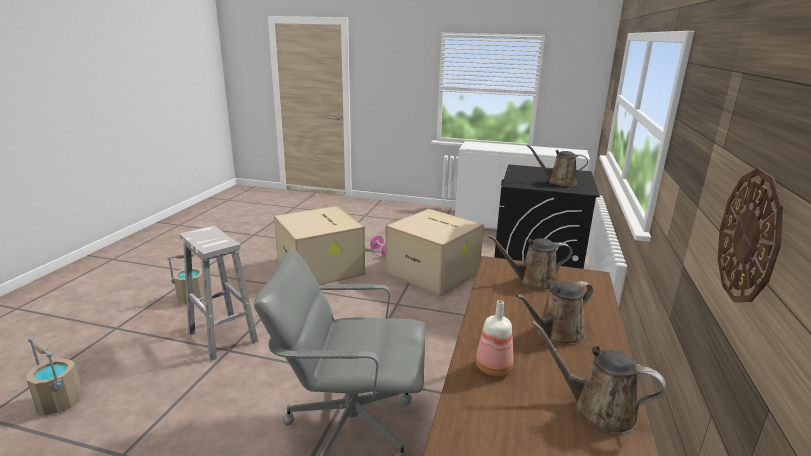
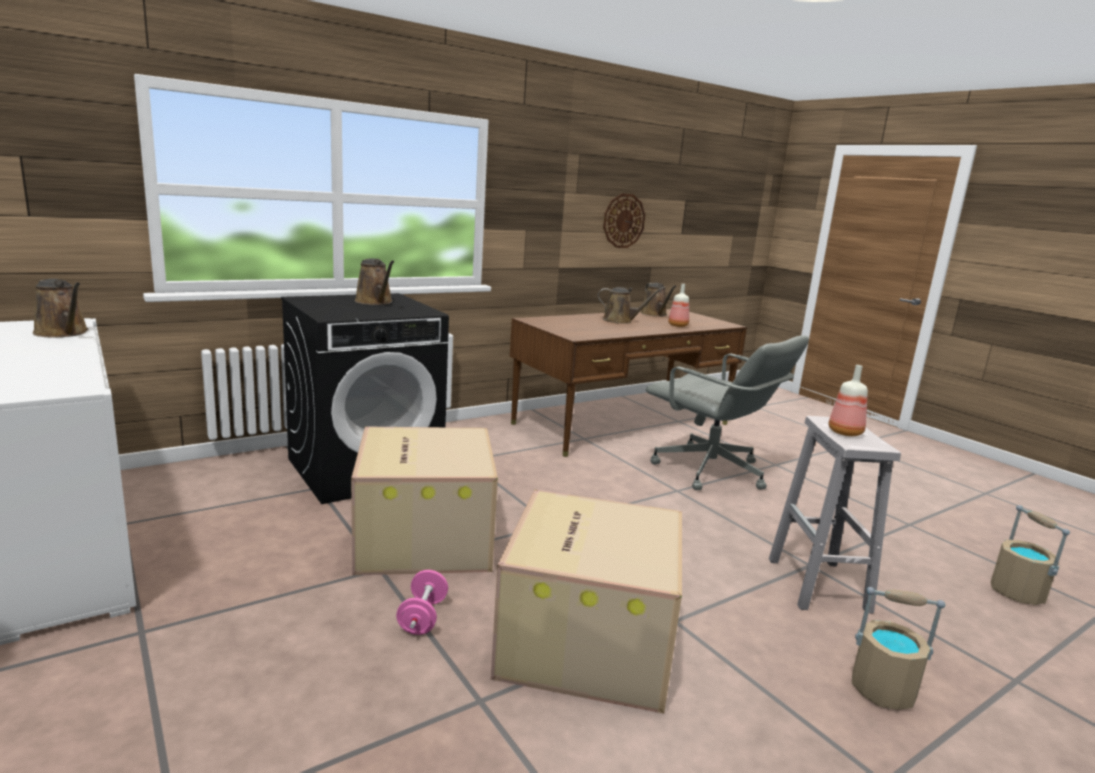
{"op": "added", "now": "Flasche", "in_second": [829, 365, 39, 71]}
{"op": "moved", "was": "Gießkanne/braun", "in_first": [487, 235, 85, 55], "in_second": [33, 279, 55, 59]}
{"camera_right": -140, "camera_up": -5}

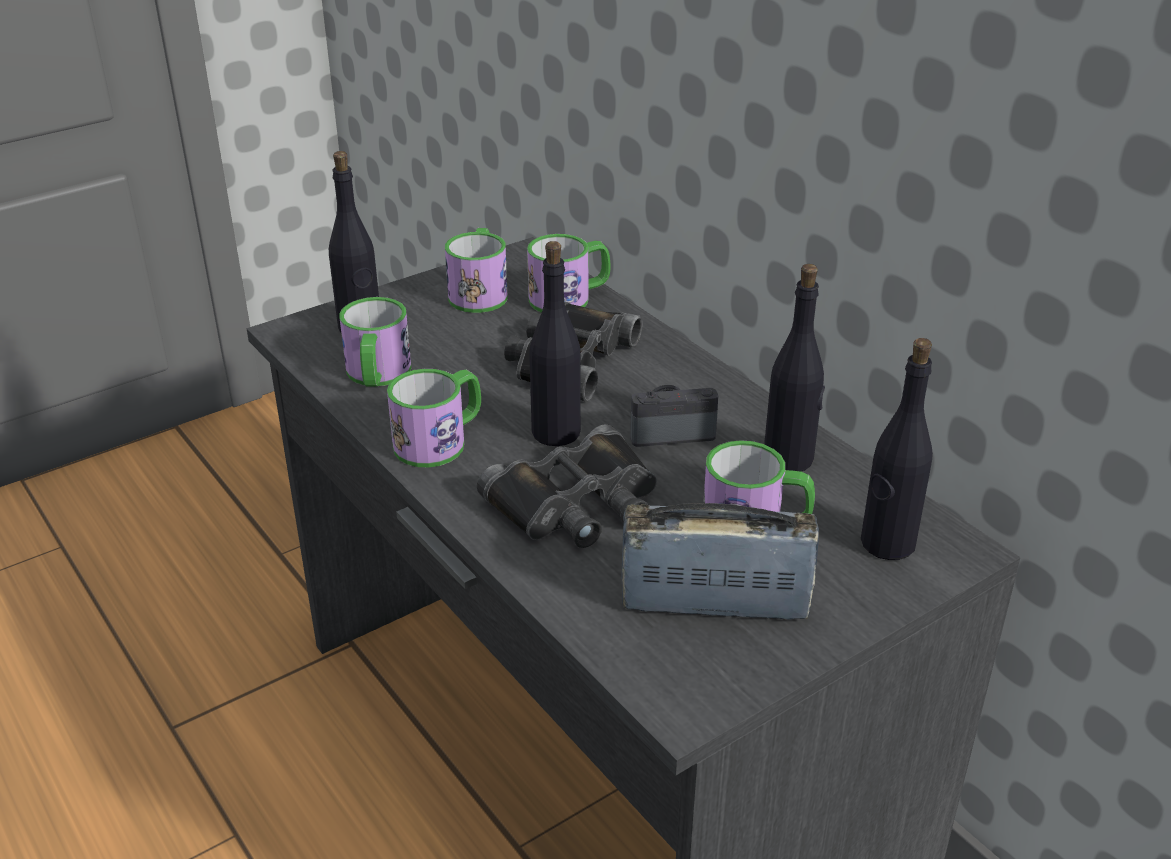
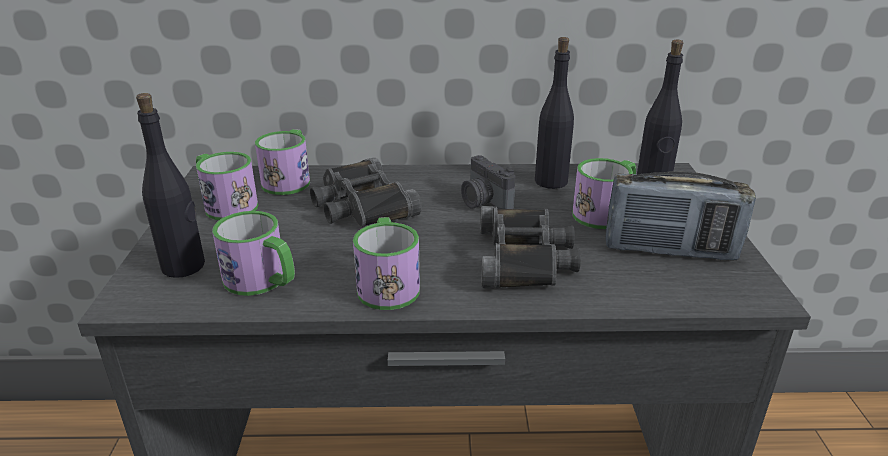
{"op": "removed", "was": "Flasche/schwarz", "in_first": [529, 241, 52, 205]}
{"op": "turned", "was": "Radio", "in_first": [622, 503, 197, 116], "in_second": [605, 171, 151, 90], "clockwise": -120}
{"op": "turned", "was": "Kamera", "in_first": [630, 385, 88, 62], "in_second": [461, 155, 54, 54], "clockwise": -60}
{"camera_right": -55, "camera_up": -5}

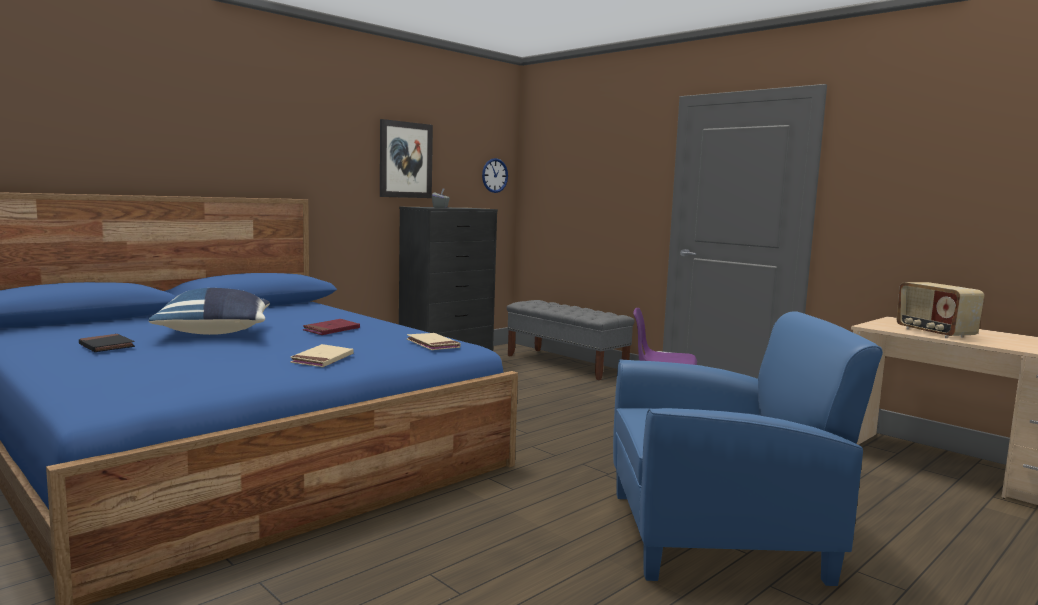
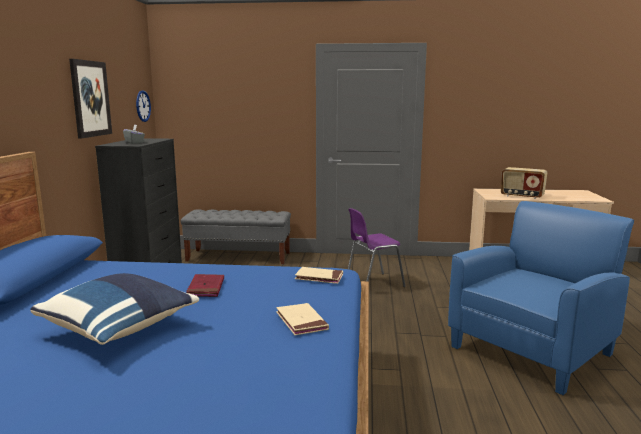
{"op": "removed", "was": "Buch/schwarz", "in_first": [79, 334, 56, 18]}
{"camera_right": -40, "camera_up": 5}

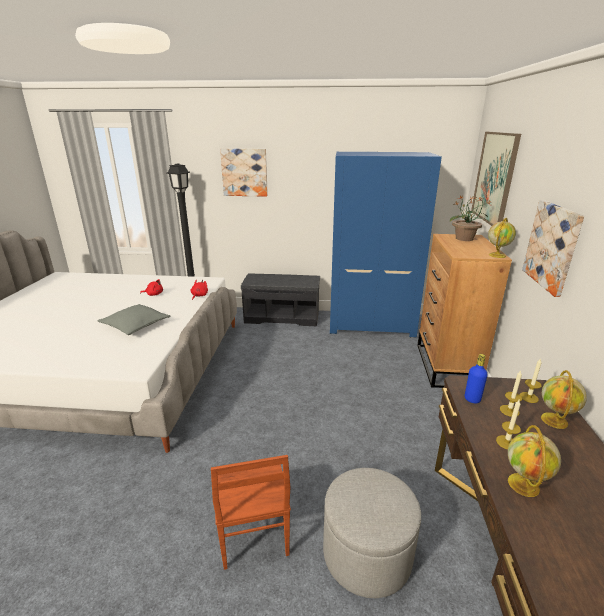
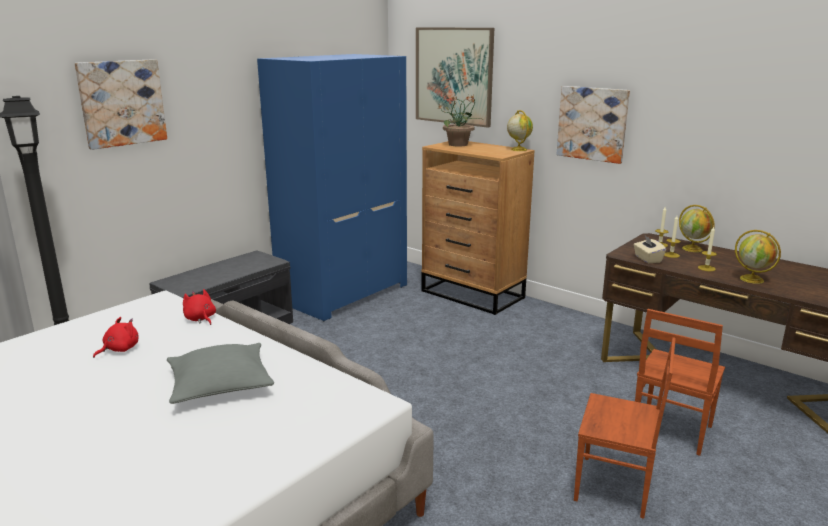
{"op": "replaced", "was": "Polsterhocker/grau", "now": "Stuhl/braun", "in_first": [323, 468, 98, 130], "in_second": [635, 309, 90, 147]}
{"op": "replaced", "was": "Flasche/blau", "now": "Taschentuchbox/beige", "in_first": [465, 354, 23, 50], "in_second": [634, 236, 32, 27]}
{"camera_right": -55, "camera_up": -5}

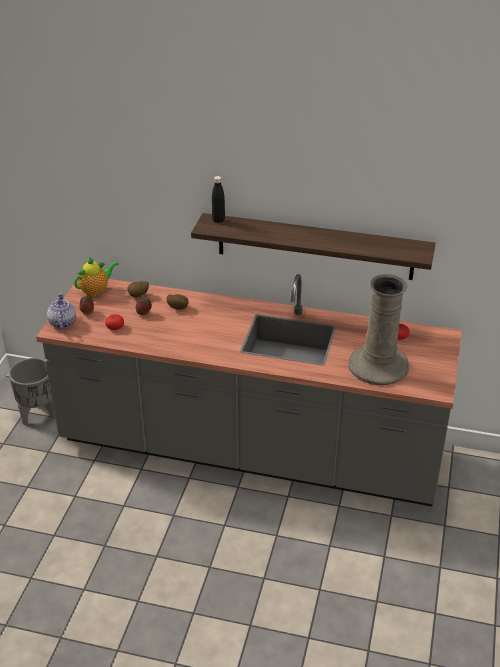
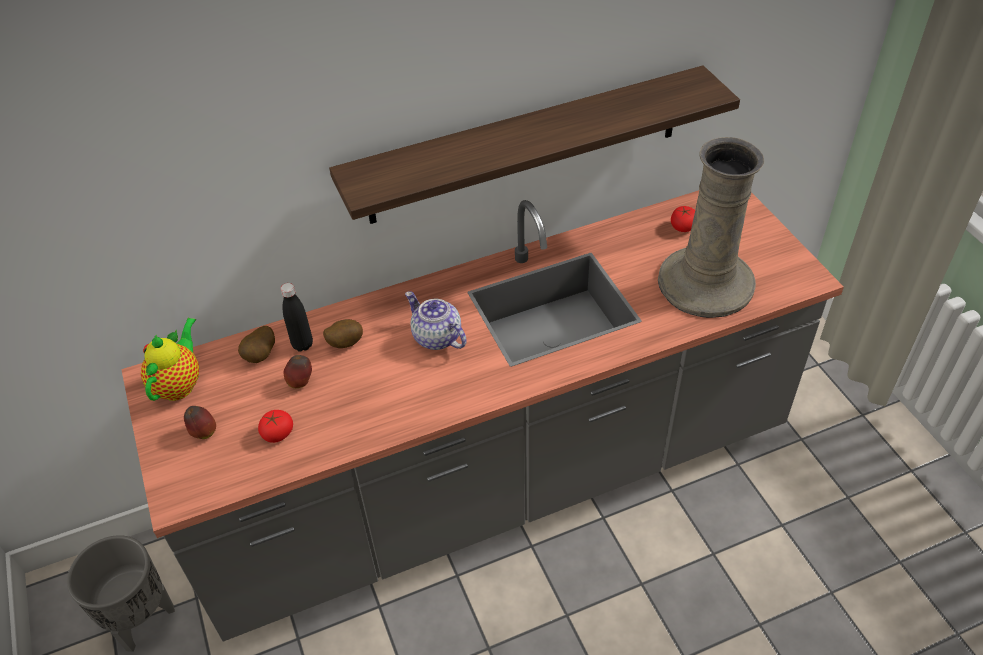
{"op": "moved", "was": "Teekanne", "in_first": [47, 293, 29, 37], "in_second": [405, 291, 62, 59]}
{"op": "moved", "was": "Flasche/schwarz", "in_first": [212, 176, 13, 47], "in_second": [281, 283, 32, 69]}
{"camera_right": -35, "camera_up": 10}

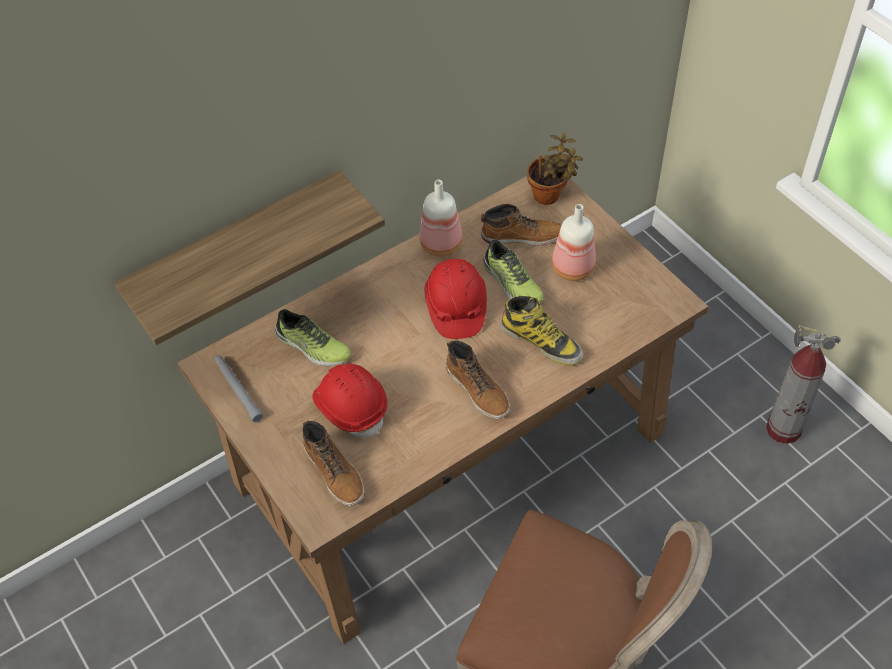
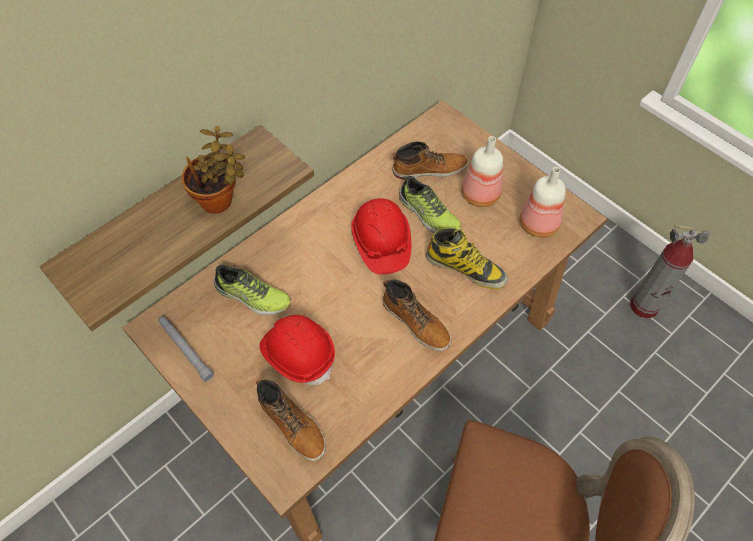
{"op": "moved", "was": "Flasche", "in_first": [420, 180, 43, 77], "in_second": [520, 167, 46, 70]}
{"op": "moved", "was": "Topfpflanze", "in_first": [527, 133, 56, 72], "in_second": [182, 126, 63, 88]}
{"camera_right": -10, "camera_up": 5}

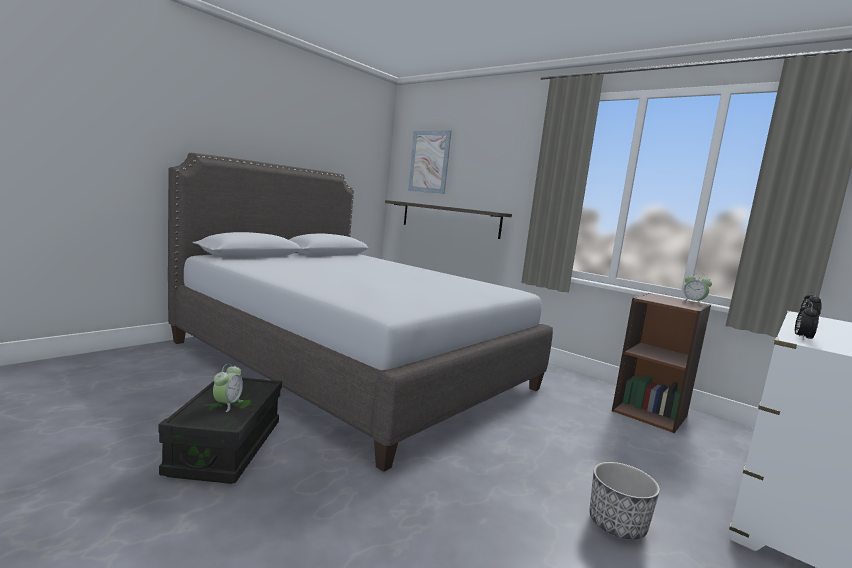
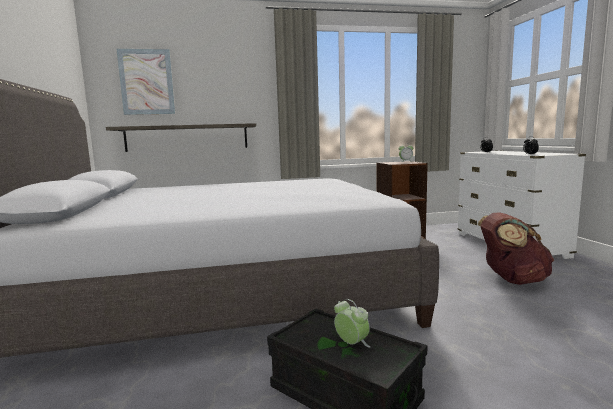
{"op": "replaced", "was": "Pflanzkübel", "now": "Rucksack/braun", "in_first": [589, 462, 71, 78], "in_second": [477, 212, 77, 73]}
{"camera_right": -50, "camera_up": 0}

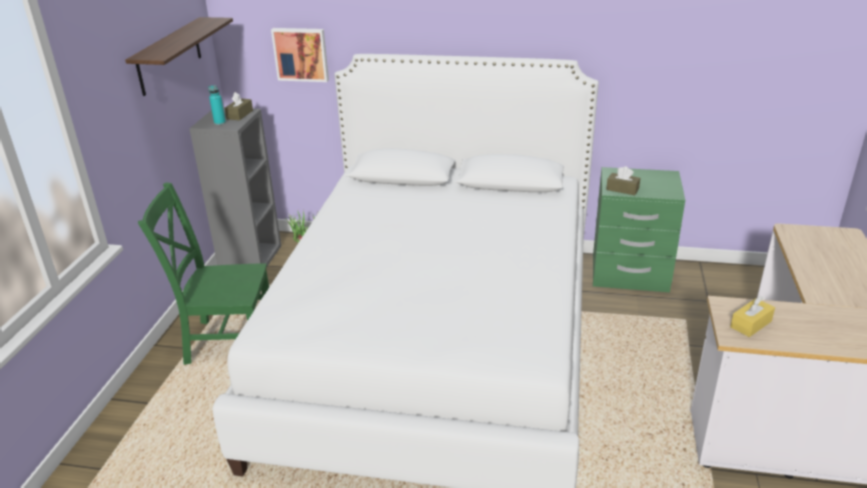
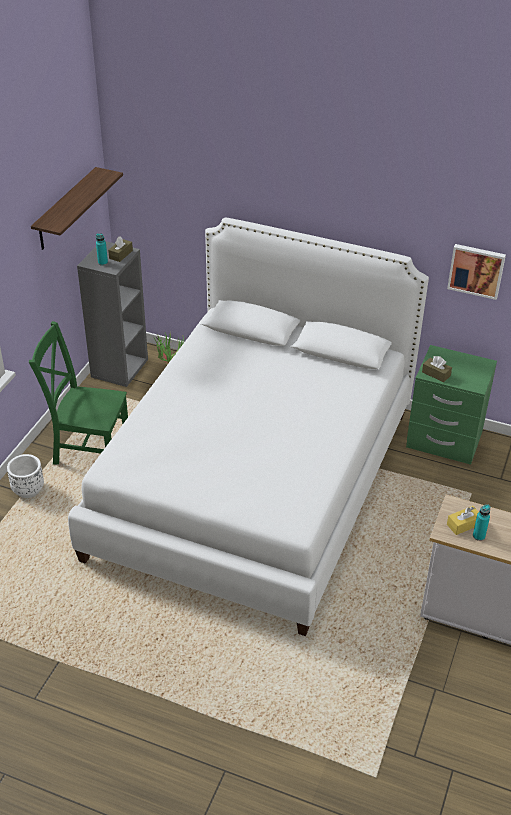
{"op": "added", "now": "Pflanzkübel/weiß", "in_second": [7, 454, 37, 44]}
{"op": "added", "now": "Flasche/türkis", "in_second": [473, 504, 17, 37]}
{"op": "moved", "was": "Bild", "in_first": [271, 28, 58, 54], "in_second": [447, 244, 59, 56]}
{"camera_right": 10, "camera_up": 10}

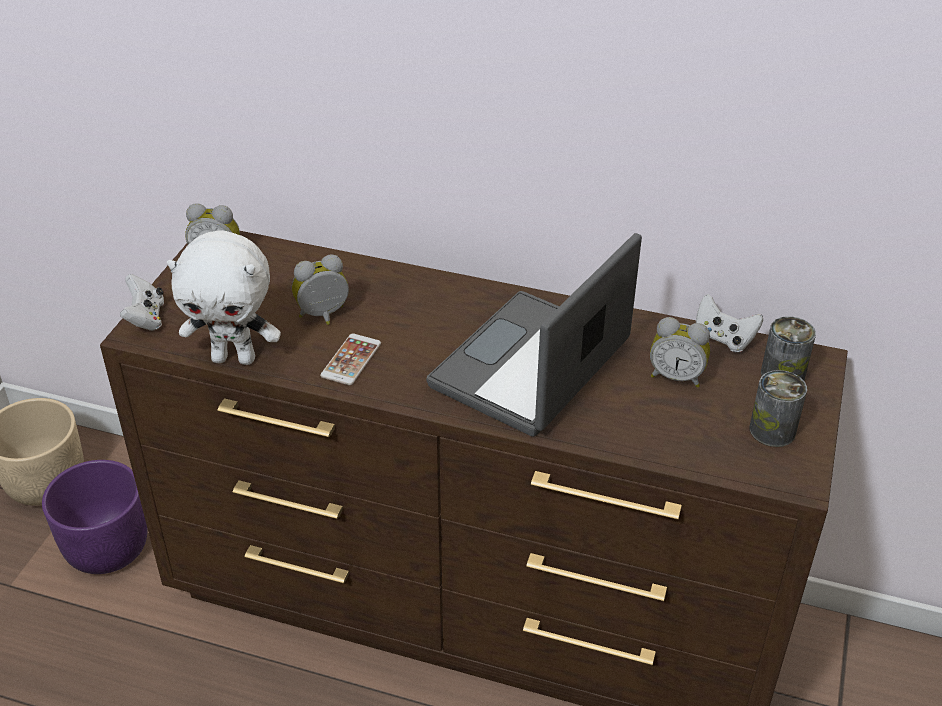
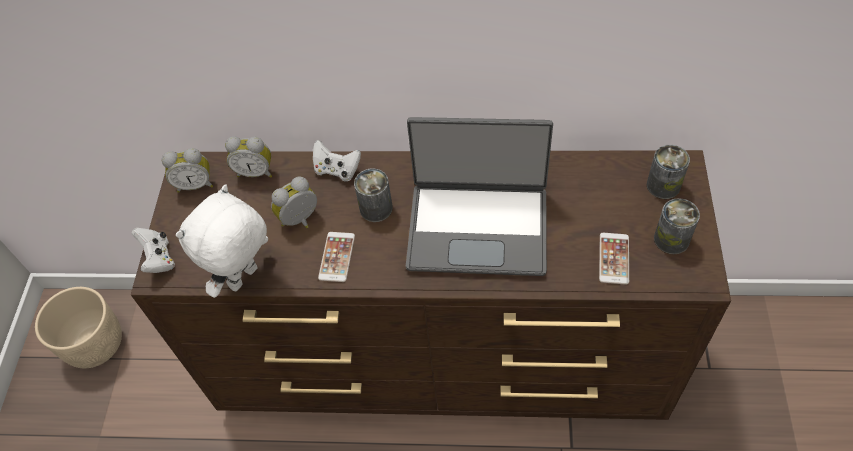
{"op": "removed", "was": "Pflanzkübel/lila", "in_first": [42, 460, 105, 114]}
{"op": "added", "now": "Dose", "in_second": [354, 168, 39, 54]}
{"op": "added", "now": "Handy", "in_second": [599, 233, 30, 52]}
{"op": "moved", "was": "Wecker", "in_first": [650, 317, 60, 71], "in_second": [225, 136, 47, 42]}
{"op": "moved", "was": "Gamepad/weiß", "in_first": [696, 294, 67, 59], "in_second": [313, 140, 48, 42]}
{"op": "turned", "was": "Plüschtier/weiß", "in_first": [167, 230, 114, 135], "in_second": [175, 185, 93, 113], "clockwise": 135}
{"op": "turned", "was": "Laptop", "in_first": [426, 233, 216, 204], "in_second": [406, 117, 147, 159], "clockwise": -105}
{"camera_right": -10, "camera_up": 15}

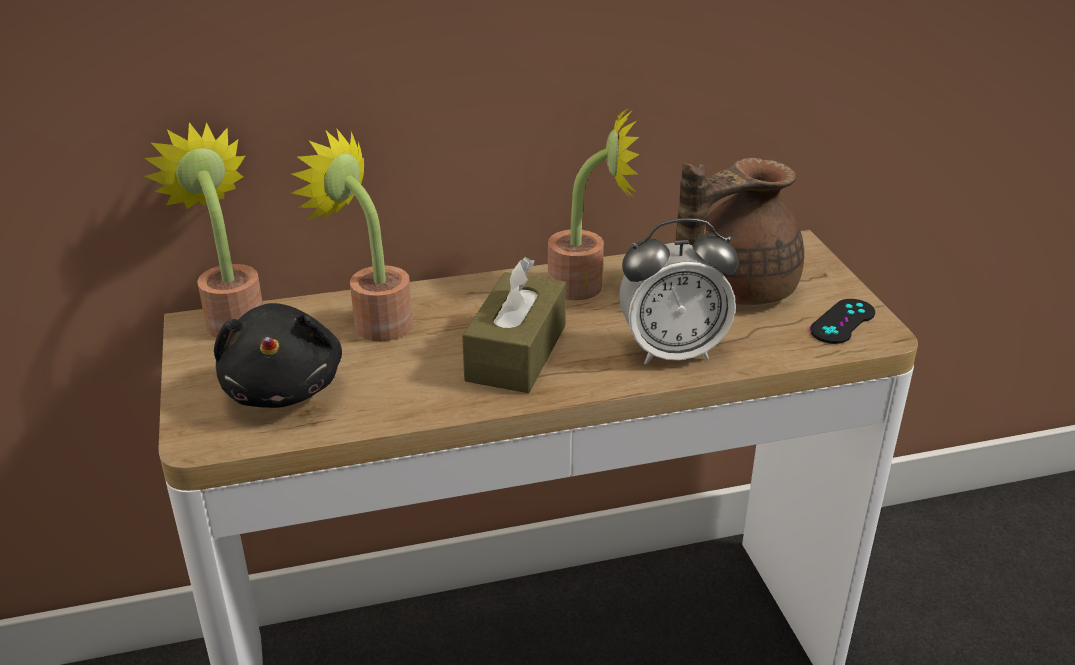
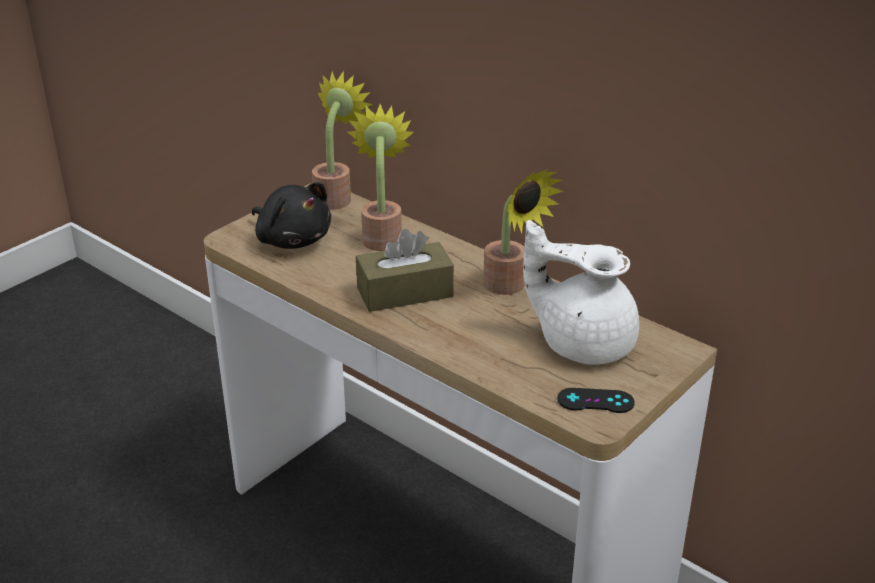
{"op": "removed", "was": "Wecker", "in_first": [619, 218, 120, 147]}
{"op": "recoloured", "was": "Teekanne/braun", "now": "Teekanne/weiß", "in_first": [676, 158, 128, 147], "in_second": [523, 220, 116, 145]}
{"op": "turned", "was": "Plüschtier/schwarz", "in_first": [214, 303, 128, 105], "in_second": [252, 182, 79, 67], "clockwise": -90}
{"camera_right": 55, "camera_up": 0}

